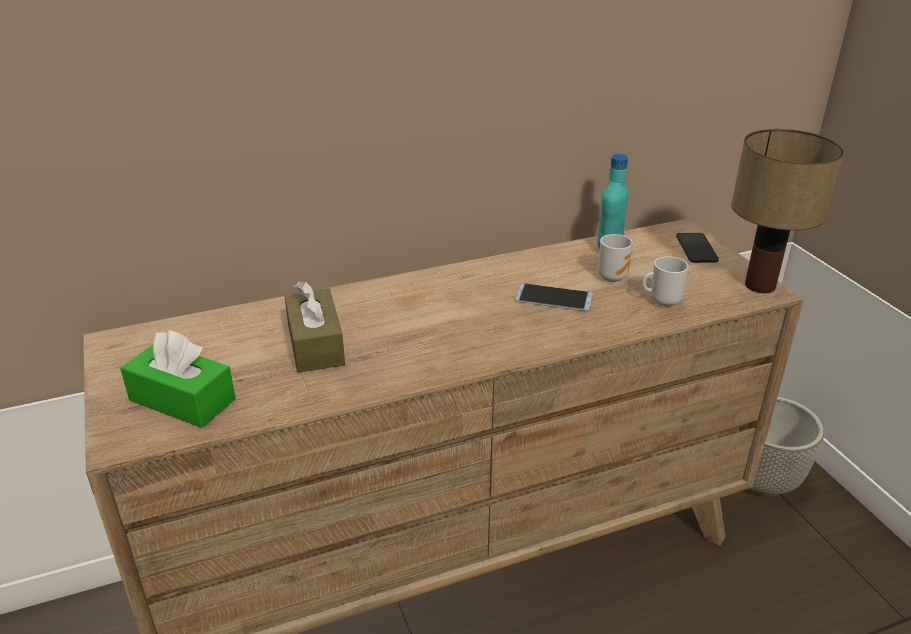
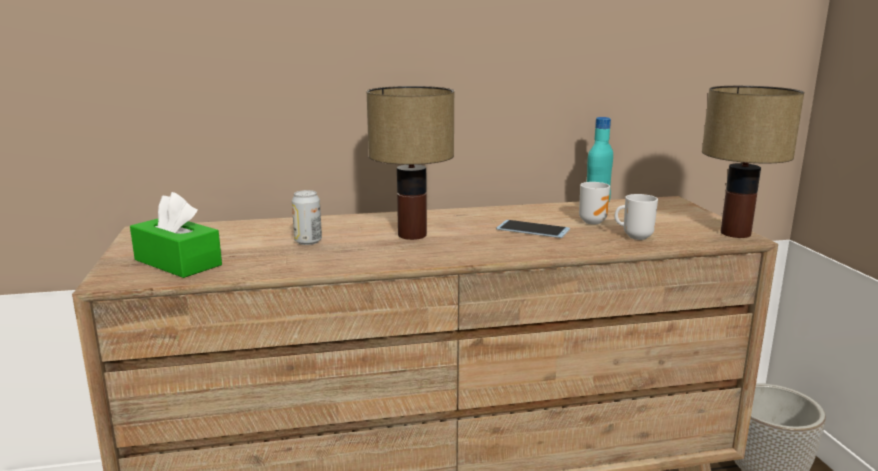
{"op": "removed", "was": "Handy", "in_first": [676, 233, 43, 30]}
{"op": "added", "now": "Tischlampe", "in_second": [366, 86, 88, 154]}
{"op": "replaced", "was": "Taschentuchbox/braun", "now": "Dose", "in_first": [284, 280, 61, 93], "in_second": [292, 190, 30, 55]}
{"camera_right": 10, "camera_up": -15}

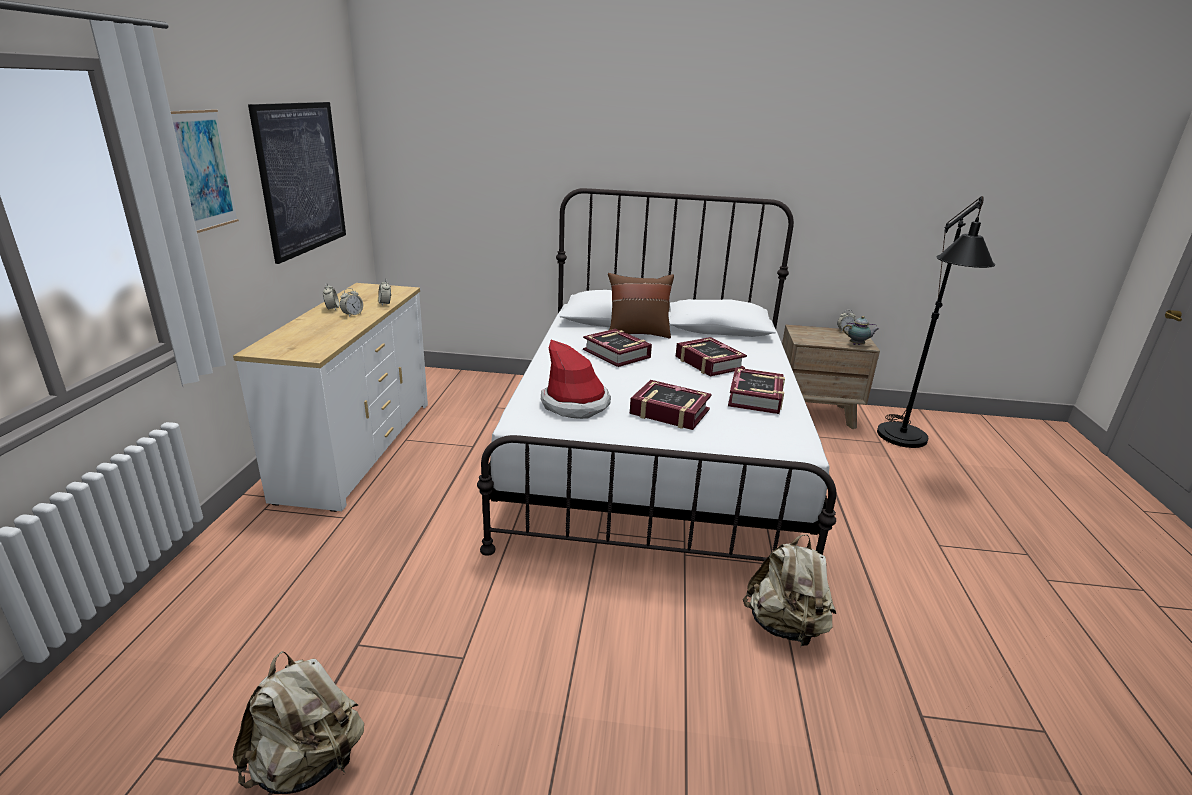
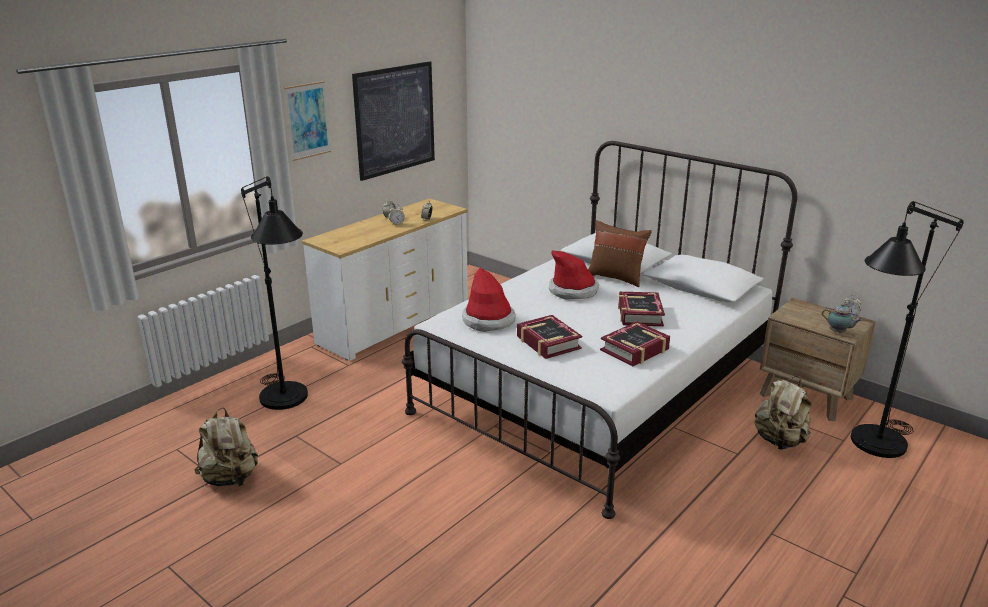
{"op": "added", "now": "Stehlampe/schwarz", "in_second": [241, 176, 67, 234]}
{"op": "moved", "was": "Rucksack/beige", "in_first": [743, 534, 93, 112], "in_second": [754, 376, 58, 74]}
{"op": "replaced", "was": "Buch", "now": "Hut", "in_first": [583, 329, 69, 38], "in_second": [549, 251, 50, 49]}
{"camera_right": 35, "camera_up": 0}

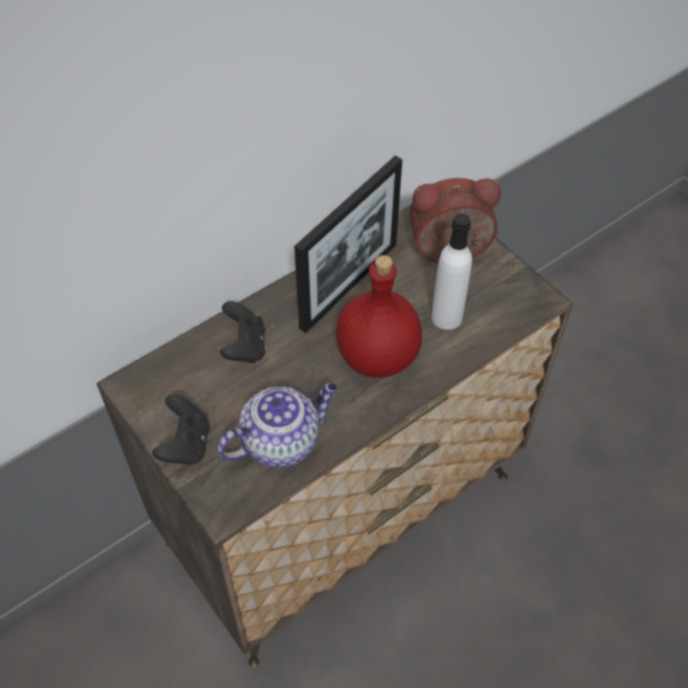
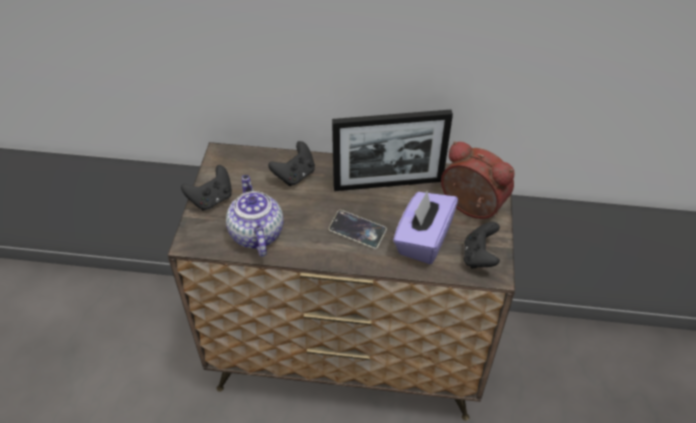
{"op": "added", "now": "Gamepad/schwarz", "in_second": [464, 222, 36, 47]}
{"op": "replaced", "was": "Flasche/rot", "now": "Handy", "in_first": [336, 255, 86, 123], "in_second": [329, 210, 58, 39]}
{"op": "replaced", "was": "Flasche/weiß", "now": "Taschentuchbox/lila", "in_first": [431, 214, 41, 116], "in_second": [393, 191, 65, 73]}
{"op": "turned", "was": "Teekanne", "in_first": [218, 382, 120, 86], "in_second": [226, 175, 58, 82], "clockwise": -120}
{"camera_right": 45, "camera_up": -5}

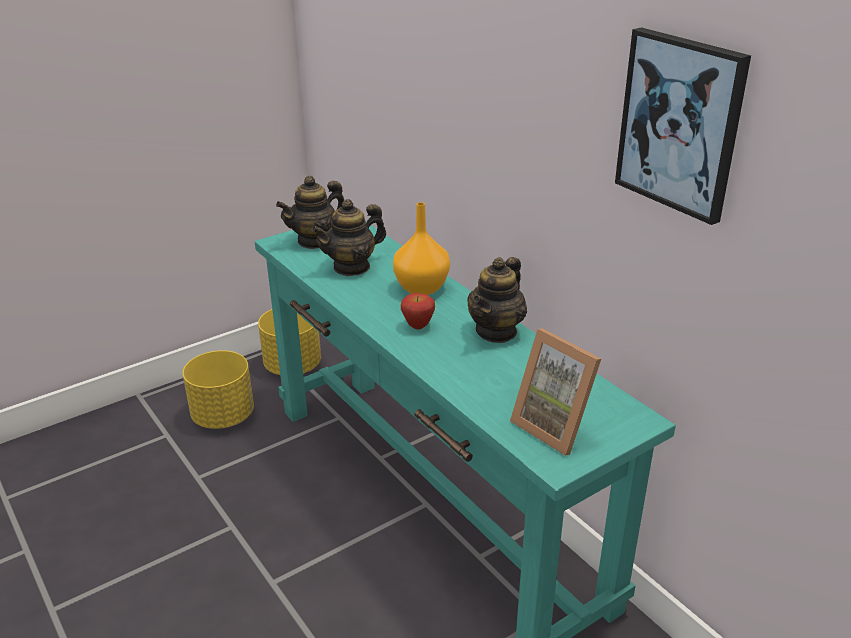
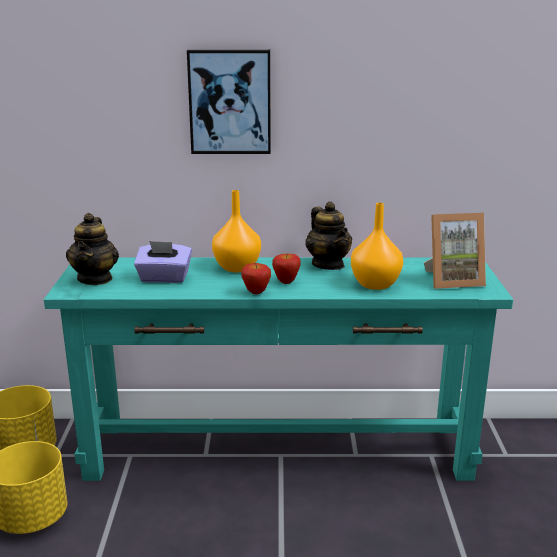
{"op": "added", "now": "Apfel", "in_second": [241, 263, 30, 31]}
{"op": "added", "now": "Vase/orange", "in_second": [351, 203, 52, 87]}
{"op": "moved", "was": "Bild", "in_first": [615, 27, 136, 198], "in_second": [187, 50, 84, 104]}
{"op": "replaced", "was": "Teekanne", "now": "Taschentuchbox/lila", "in_first": [311, 199, 75, 77], "in_second": [134, 241, 58, 42]}
{"camera_right": -55, "camera_up": -10}

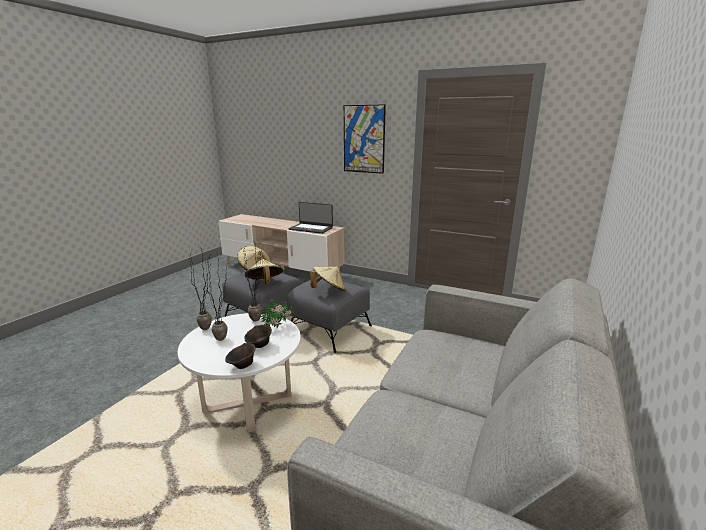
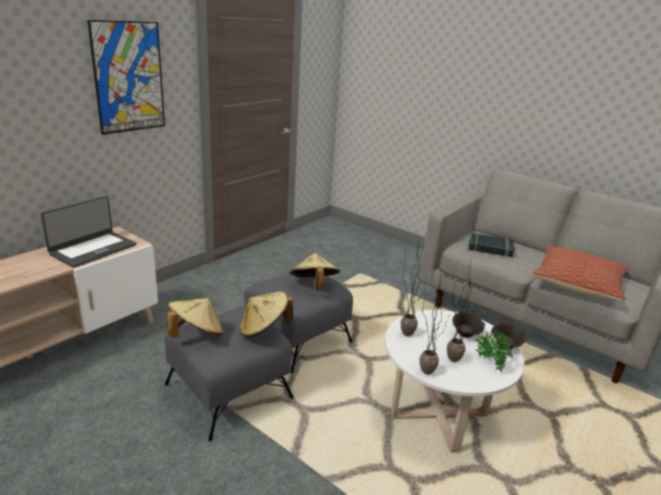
{"op": "added", "now": "Buch/schwarz", "in_second": [468, 233, 46, 24]}
{"op": "added", "now": "Kissen", "in_second": [532, 246, 96, 55]}
{"op": "moved", "was": "Topfpflanze", "in_first": [261, 299, 34, 29], "in_second": [475, 329, 38, 43]}
{"camera_right": -80, "camera_up": 5}

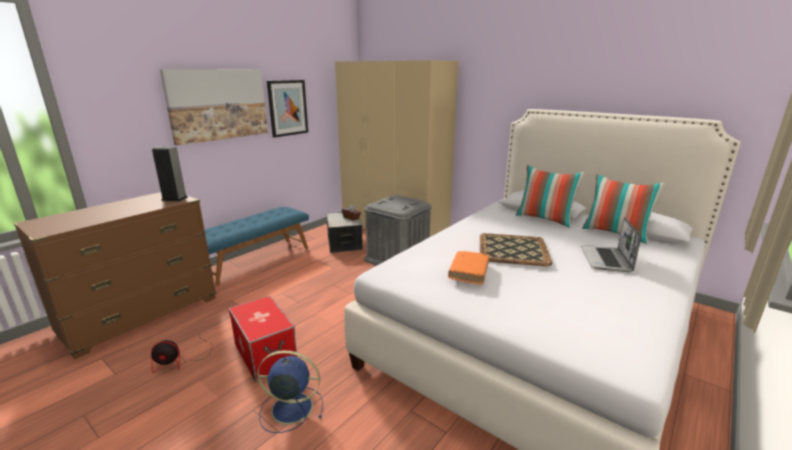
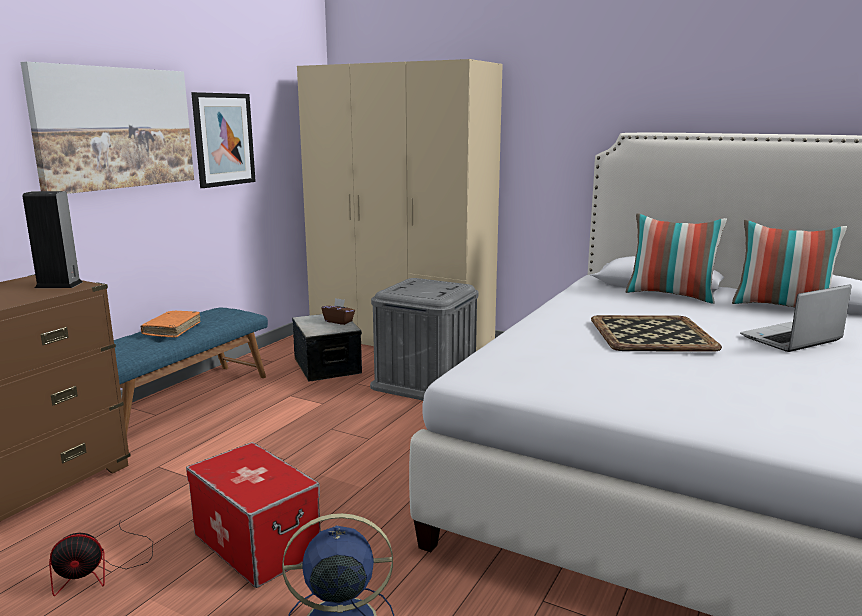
{"op": "moved", "was": "Buch/orange", "in_first": [448, 251, 41, 34], "in_second": [140, 311, 61, 27]}
{"op": "turned", "was": "Laptop", "in_first": [581, 217, 60, 55], "in_second": [740, 284, 112, 68], "clockwise": 60}
{"camera_right": -10, "camera_up": -5}

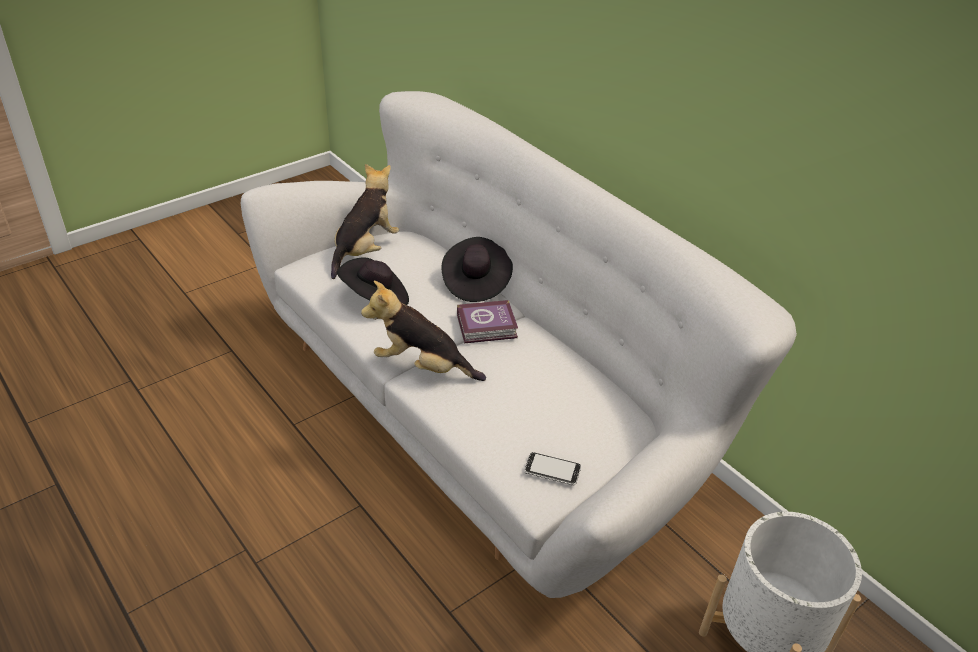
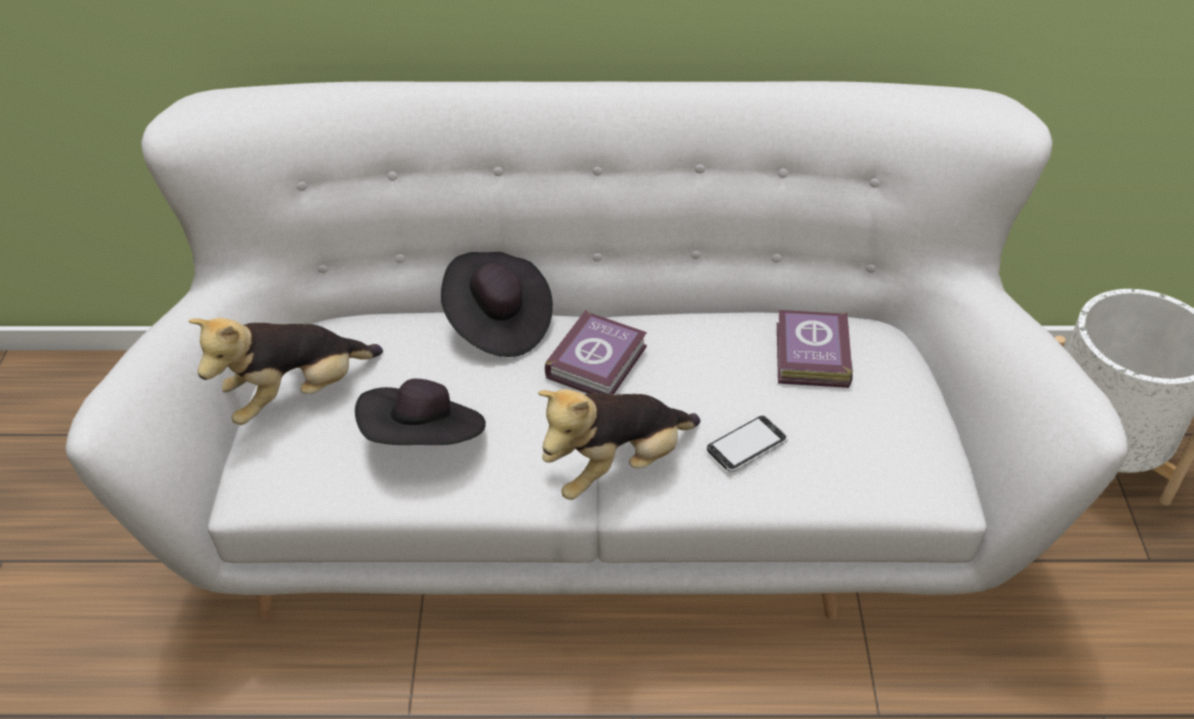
{"op": "added", "now": "Buch", "in_second": [777, 310, 76, 78]}
{"op": "moved", "was": "Handy", "in_first": [525, 452, 56, 34], "in_second": [707, 416, 81, 56]}
{"op": "turned", "was": "Plüschtier", "in_first": [331, 164, 68, 115], "in_second": [188, 317, 195, 108], "clockwise": -105}
{"camera_right": -50, "camera_up": 5}

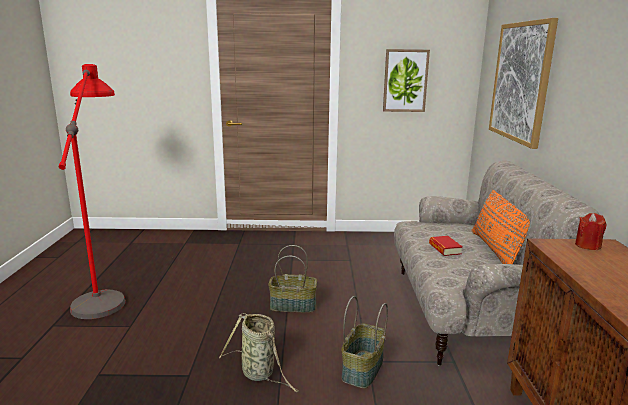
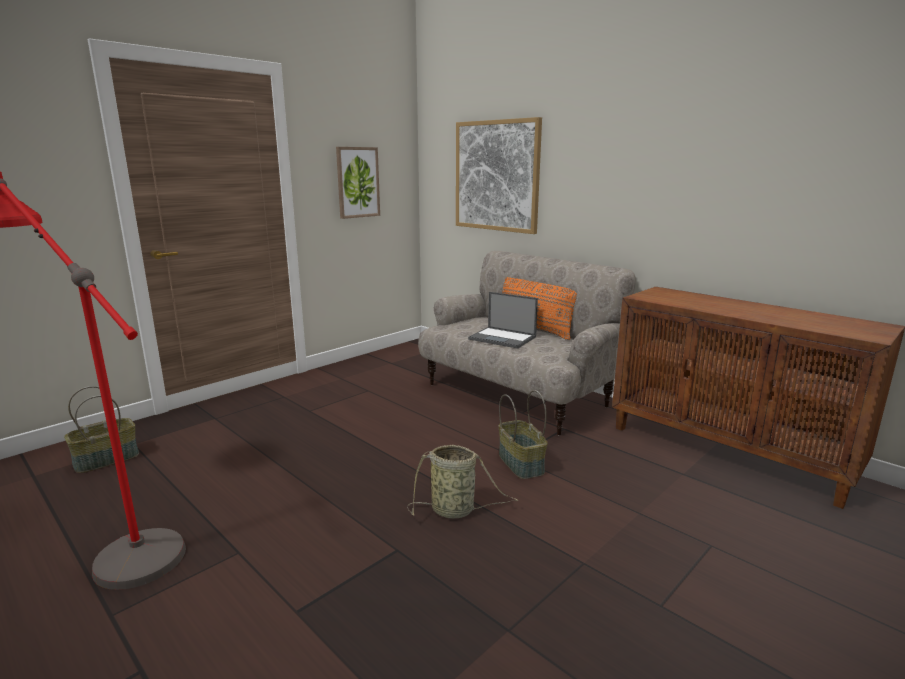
{"op": "removed", "was": "Kerze/rot", "in_first": [575, 213, 32, 37]}
{"op": "moved", "was": "Korb", "in_first": [268, 245, 49, 68], "in_second": [64, 386, 75, 87]}
{"op": "replaced", "was": "Buch", "now": "Laptop", "in_first": [429, 236, 33, 20], "in_second": [468, 292, 70, 57]}
{"camera_right": -45, "camera_up": 0}

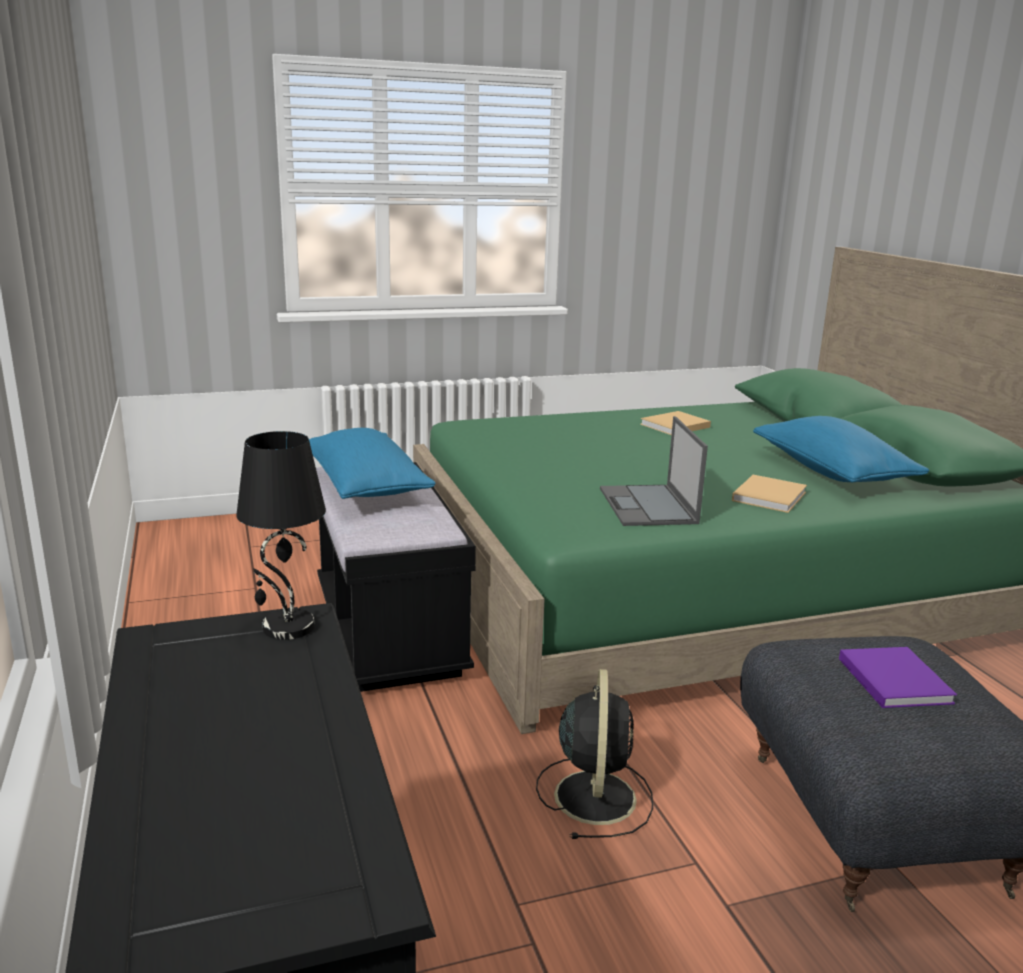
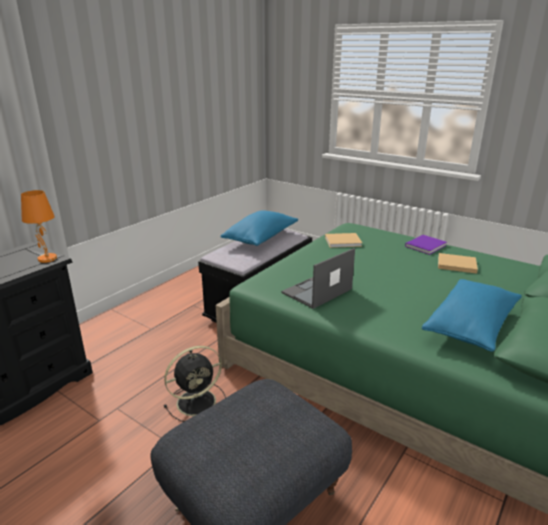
{"op": "moved", "was": "Buch/beige", "in_first": [732, 475, 75, 38], "in_second": [325, 233, 37, 15]}
{"op": "moved", "was": "Buch/lila", "in_first": [839, 647, 118, 61], "in_second": [405, 235, 42, 20]}
{"op": "recoloured", "was": "Tischlampe/schwarz", "now": "Tischlampe/orange", "in_first": [236, 431, 90, 209], "in_second": [21, 190, 36, 73]}
{"camera_right": 55, "camera_up": 5}

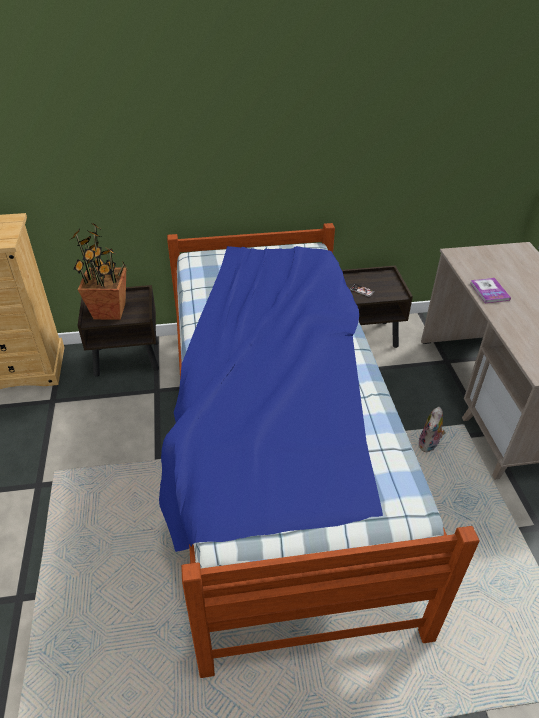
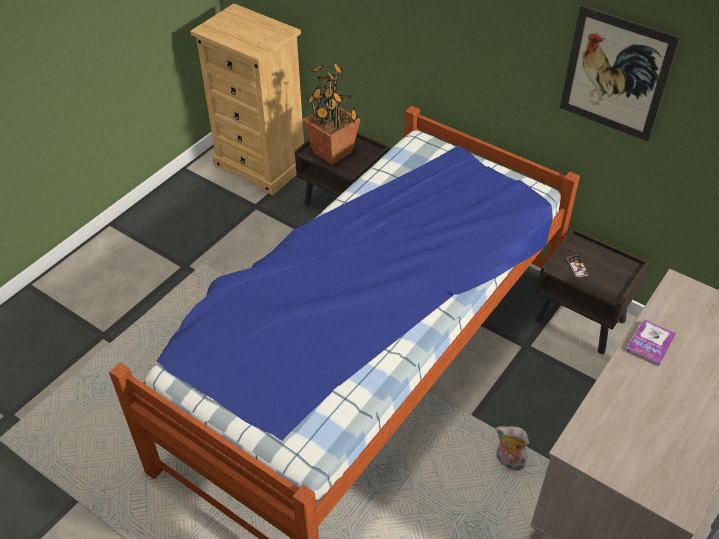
{"op": "added", "now": "Bild", "in_second": [560, 5, 121, 137]}
{"op": "turned", "was": "Plüschtier", "in_first": [419, 407, 27, 45], "in_second": [496, 426, 33, 45], "clockwise": 45}
{"camera_right": 45, "camera_up": 5}

